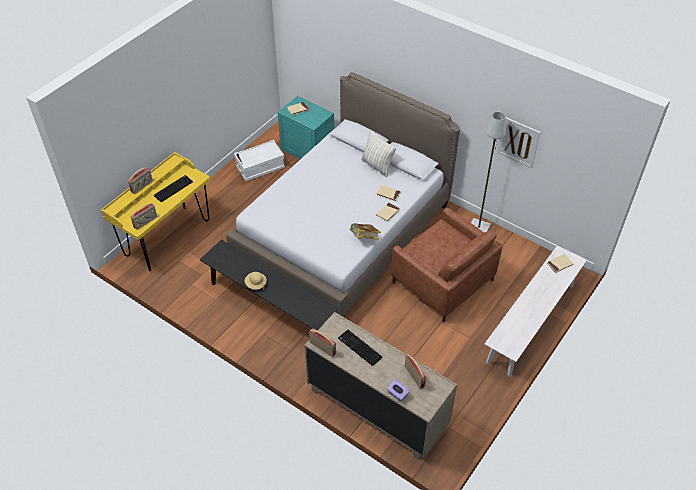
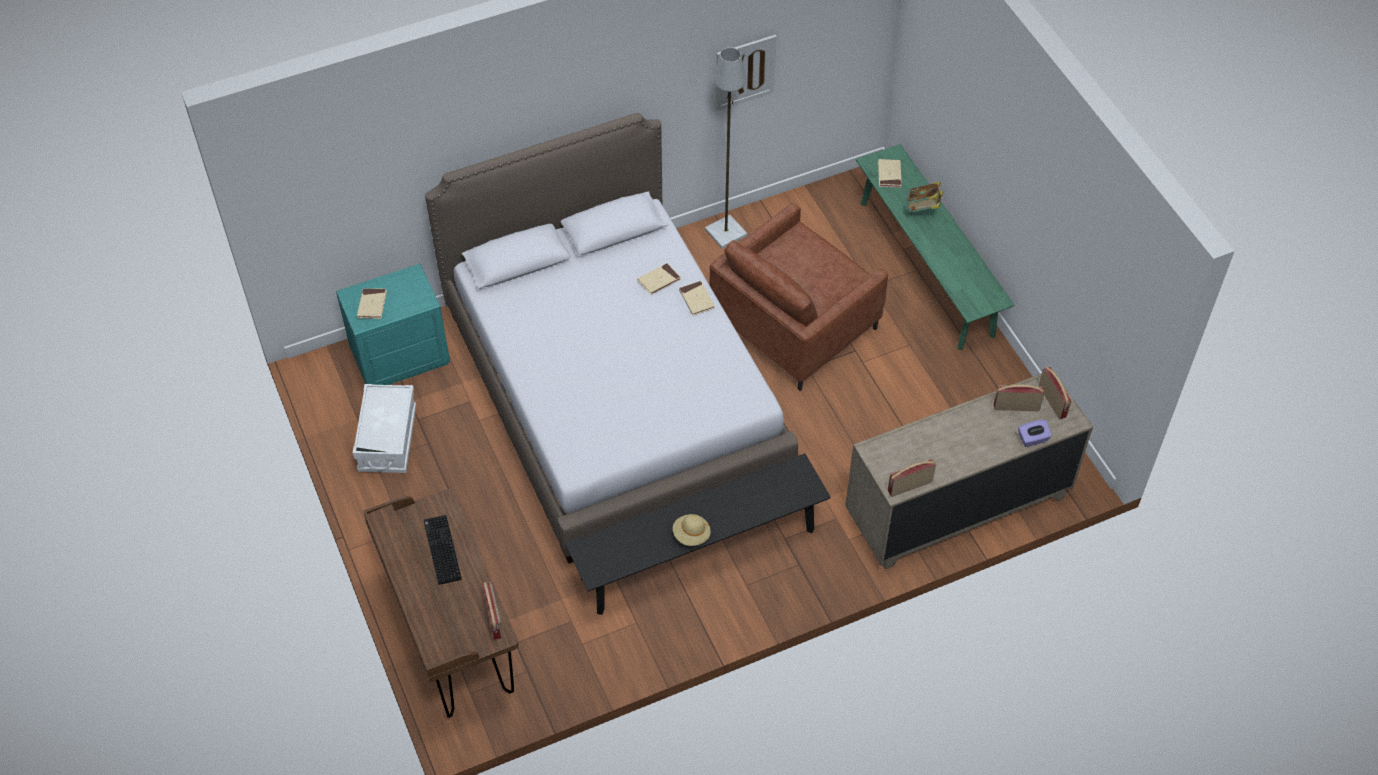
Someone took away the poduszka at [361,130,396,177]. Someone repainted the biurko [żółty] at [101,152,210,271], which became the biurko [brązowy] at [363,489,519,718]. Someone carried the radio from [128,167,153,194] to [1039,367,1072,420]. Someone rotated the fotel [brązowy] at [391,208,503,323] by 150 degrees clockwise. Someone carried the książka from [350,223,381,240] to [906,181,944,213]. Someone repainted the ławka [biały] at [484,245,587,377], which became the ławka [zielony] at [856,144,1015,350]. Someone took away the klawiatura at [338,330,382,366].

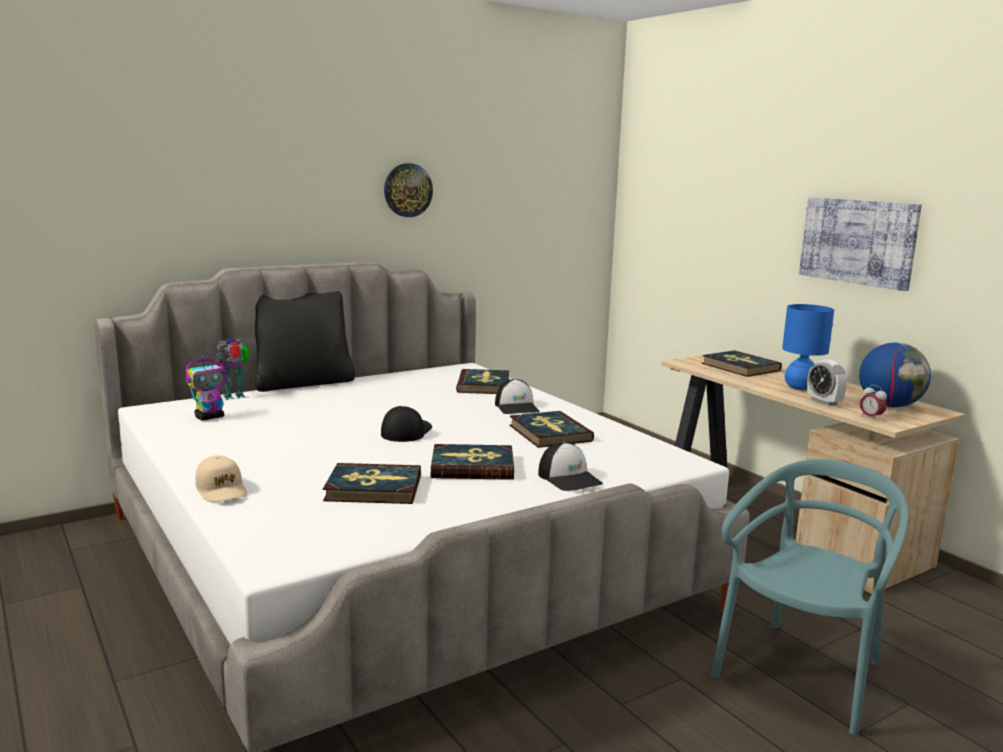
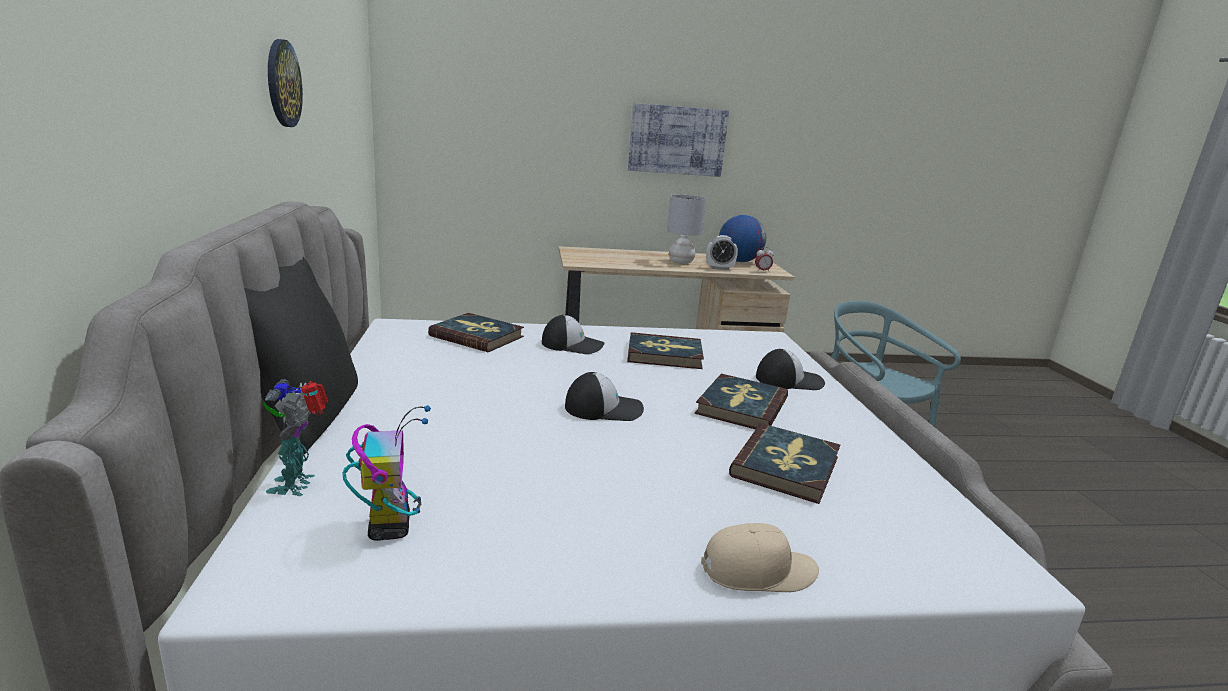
Someone repainted the lampa stołowa [niebieski] at [782,304,834,390], which became the lampa stołowa [szary] at [667,194,706,264]. Someone took away the książka at [702,350,782,377]. Someone rotated the czapka z daszkiem at [381,406,432,442] by 135 degrees clockwise.

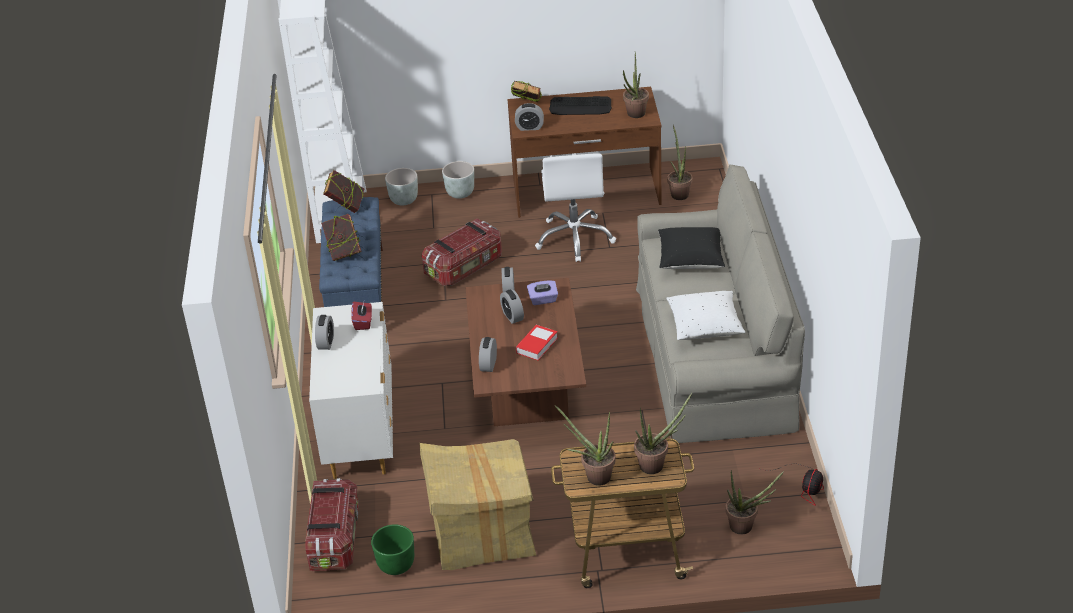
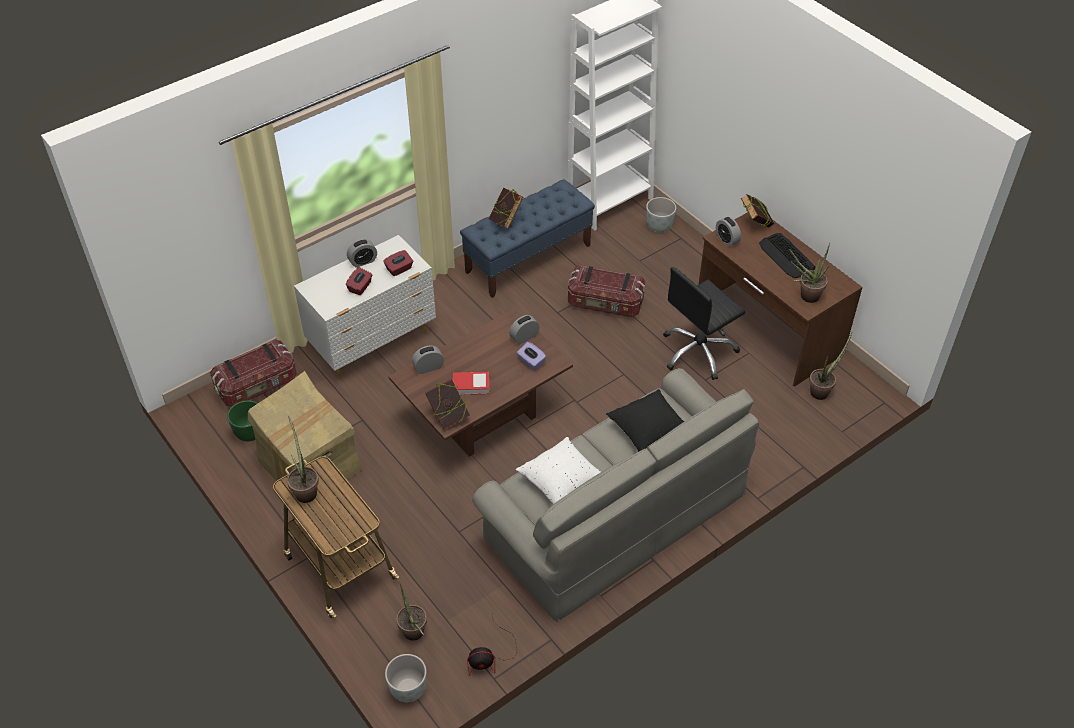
Someone repainted the krzesło biurowe [biały] at [535,154,616,262], which became the krzesło biurowe [czarny] at [663,267,745,380]. Someone carried the donica [szary] from [442,161,474,199] to [385,654,426,702]. Someone carried the książka from [323,170,364,213] to [425,379,470,429]. Someone took away the budzik at [500,290,524,324]. Someone took away the roślina doniczkowa at [634,393,692,474]. Someone put down the pudełko chusteczek [czerwony] at [346,267,372,295].

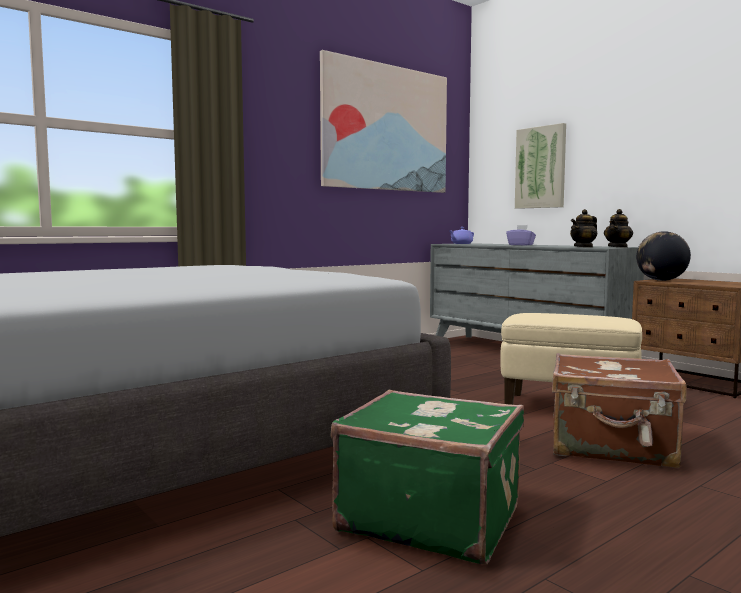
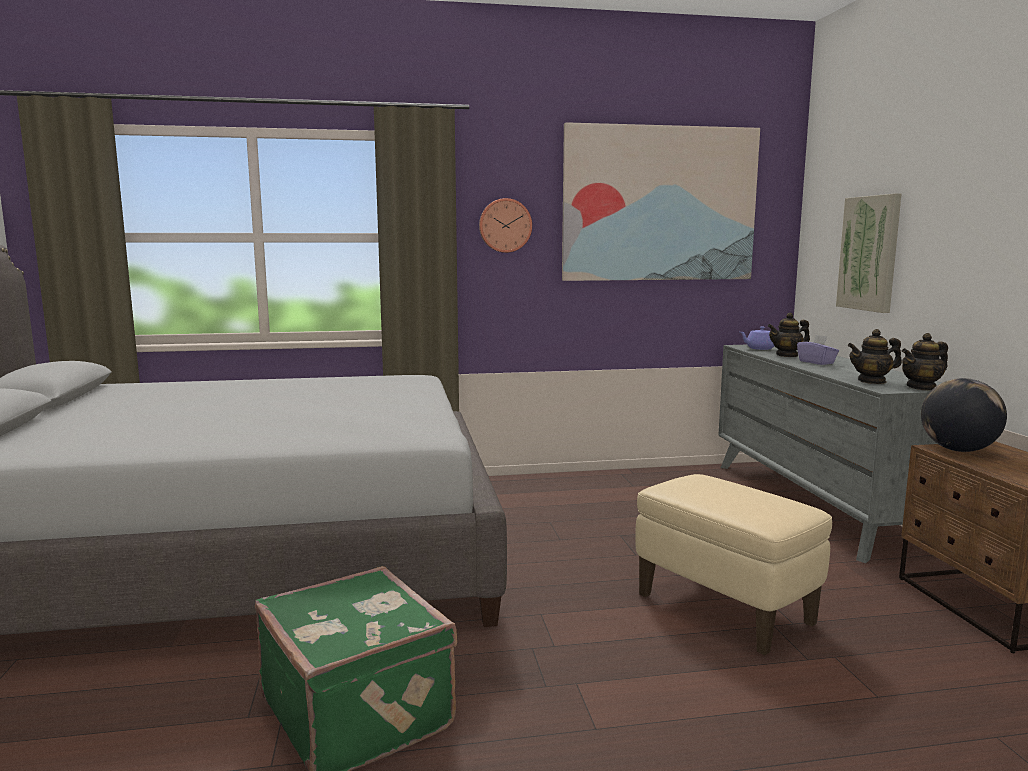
Someone took away the walizka [brązowy] at [552,353,687,468]. Someone put up the zegar ścienny at [479,198,532,253]. Someone put down the imbryk at [768,312,810,357].

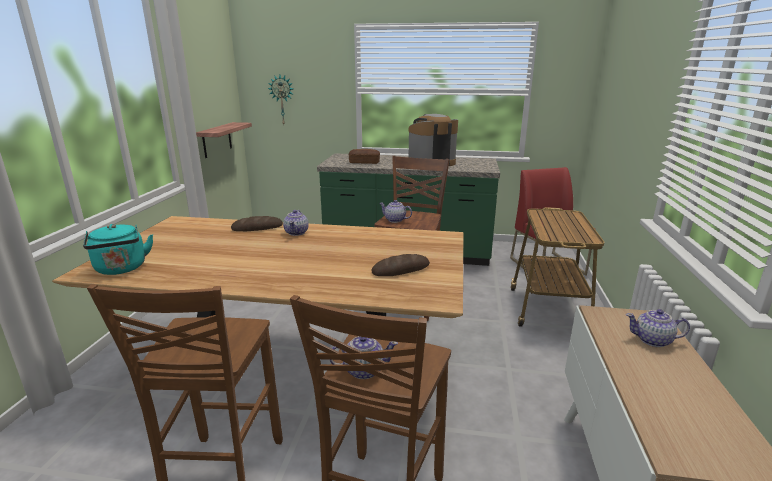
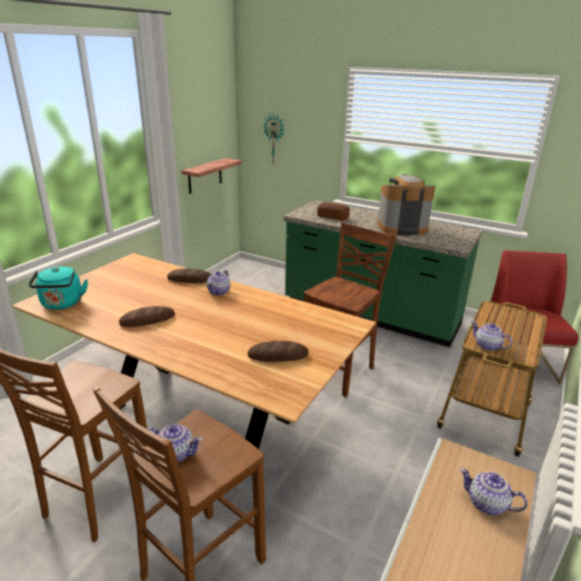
Someone carried the imbryk from [379,200,412,223] to [471,321,513,351]. Someone put down the chleb at [119,306,175,327].

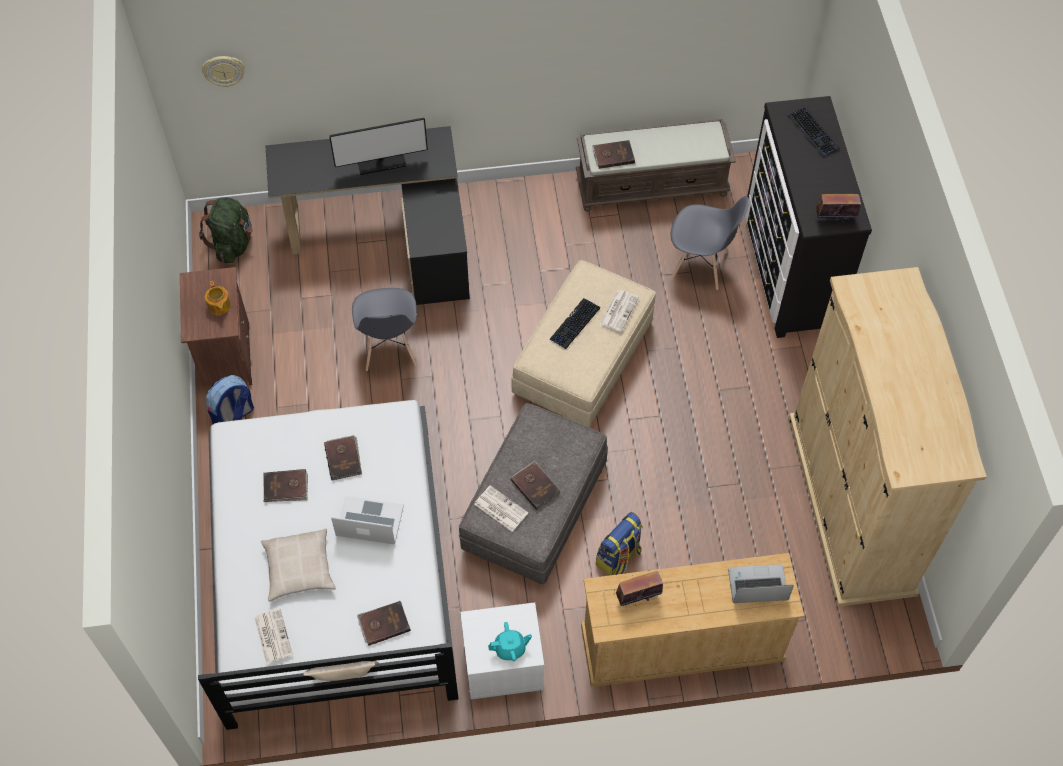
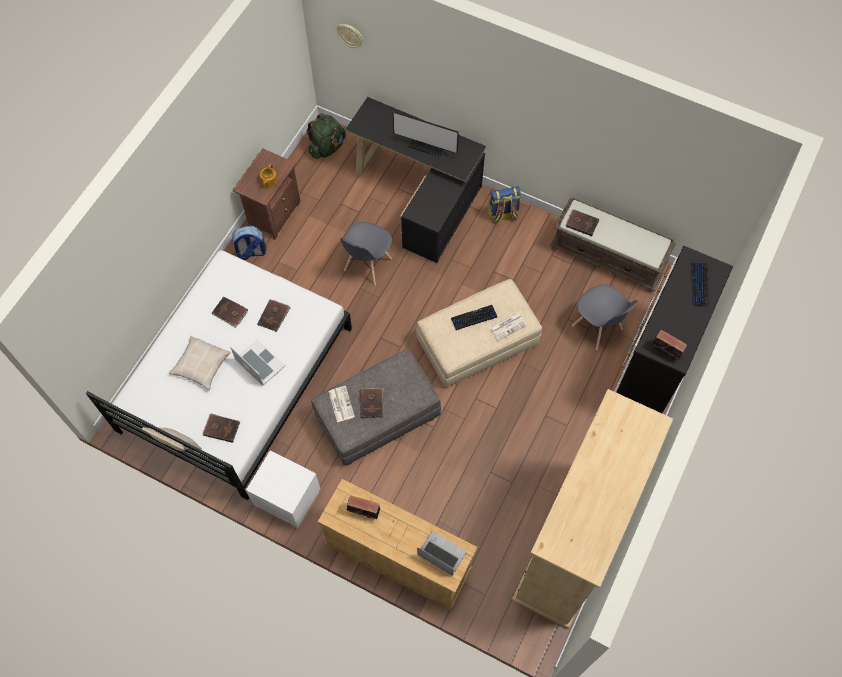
Someone carried the plecak from [596,512,643,575] to [488,186,521,223]. Someone took away the gazeta at [254,608,293,664]. Someone took away the imbryk [turkusowy] at [488,622,532,661].

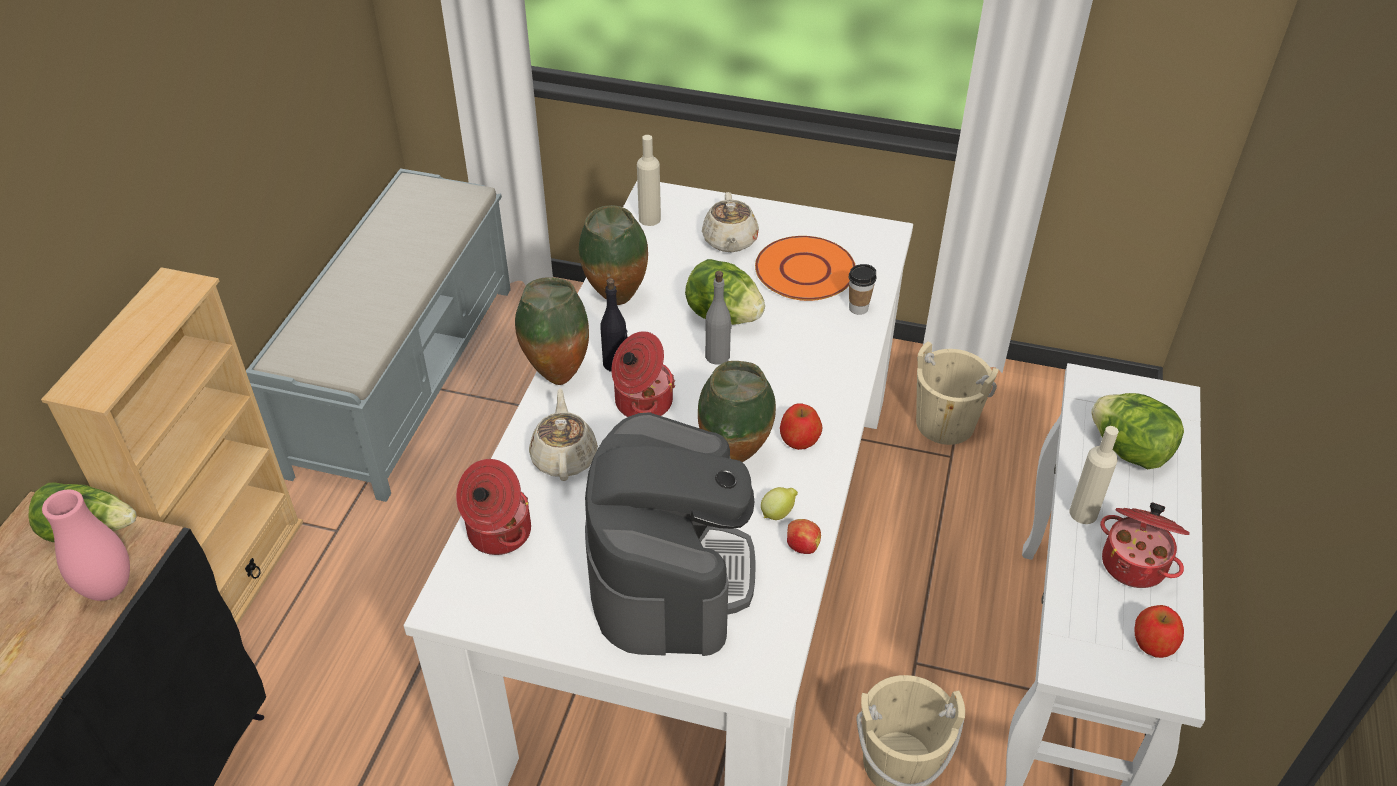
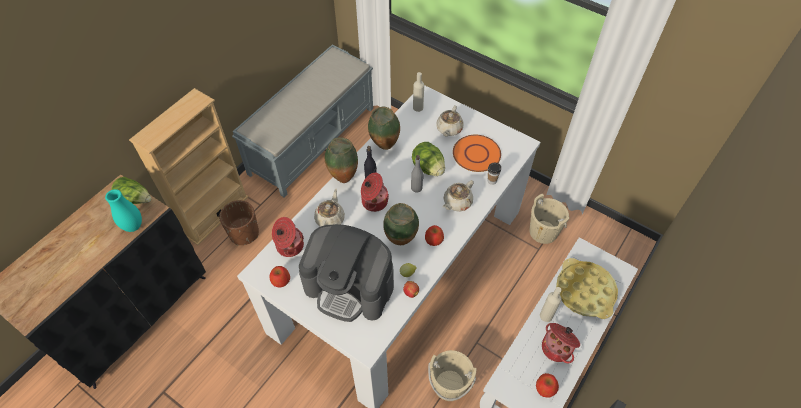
Someone swapped the sałata at [1091,393,1184,469] for the taca [żółty] at [556,258,618,319]. Someone rotated the ekspres do kawy at [585,412,755,656] by 90 degrees clockwise. Someone repainted the wazon [różowy] at [42,489,130,601], which became the wazon [turkusowy] at [105,189,142,232]. Someone put down the imbryk [beżowy] at [442,180,474,212]. Someone put down the donica [brązowy] at [219,200,259,246]. Someone put down the jabłko at [269,266,290,287].

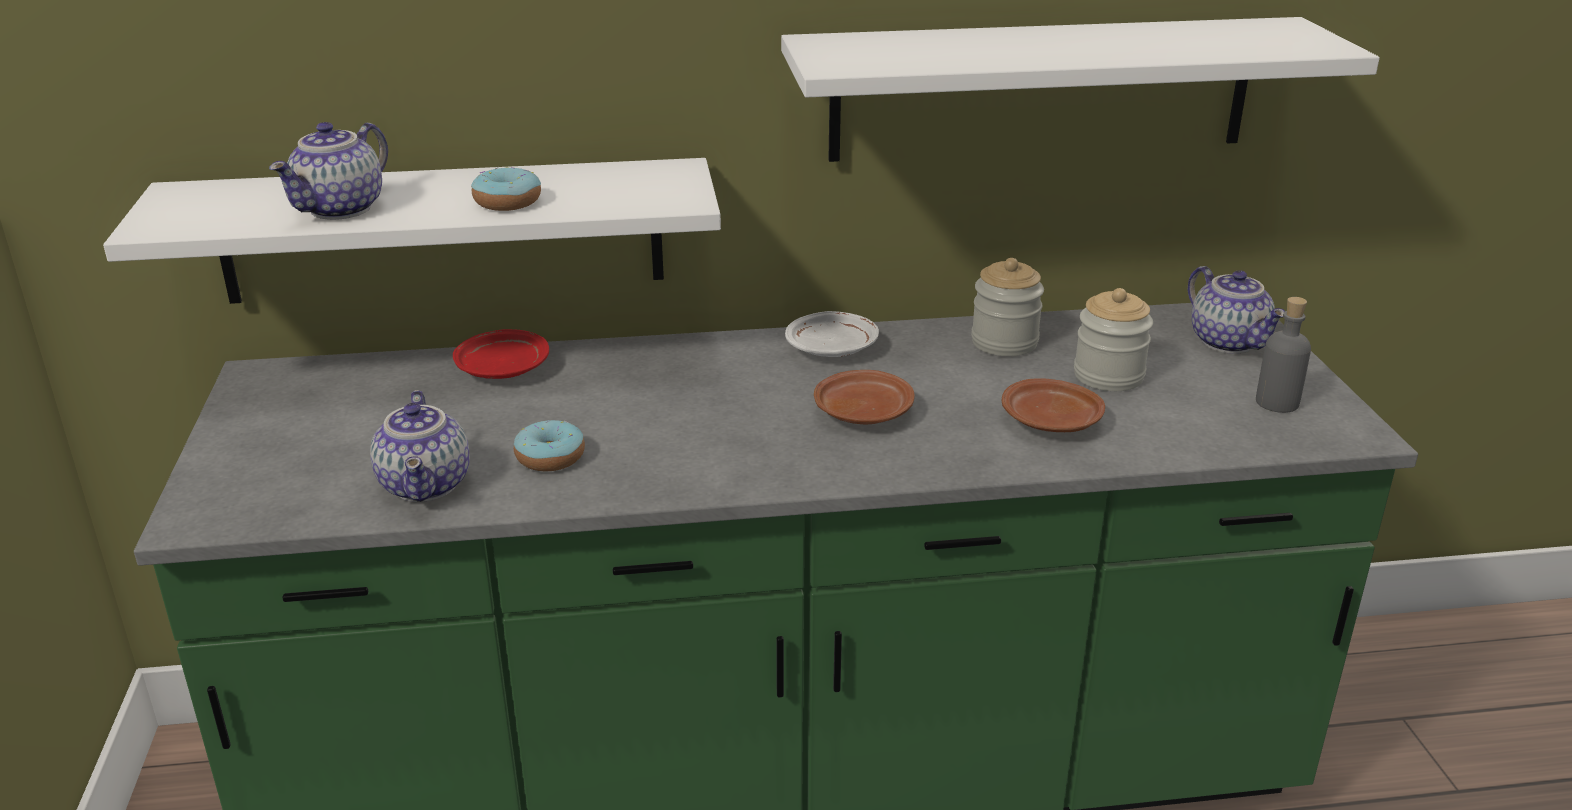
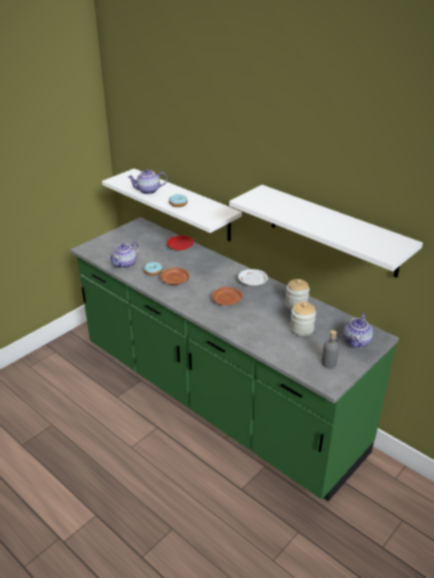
Someone carried the talerz [brązowy] from [1002,378,1105,432] to [160,268,190,285].

